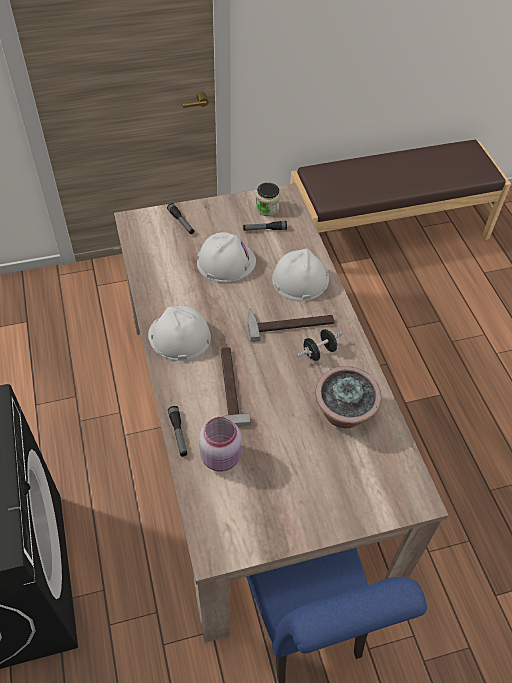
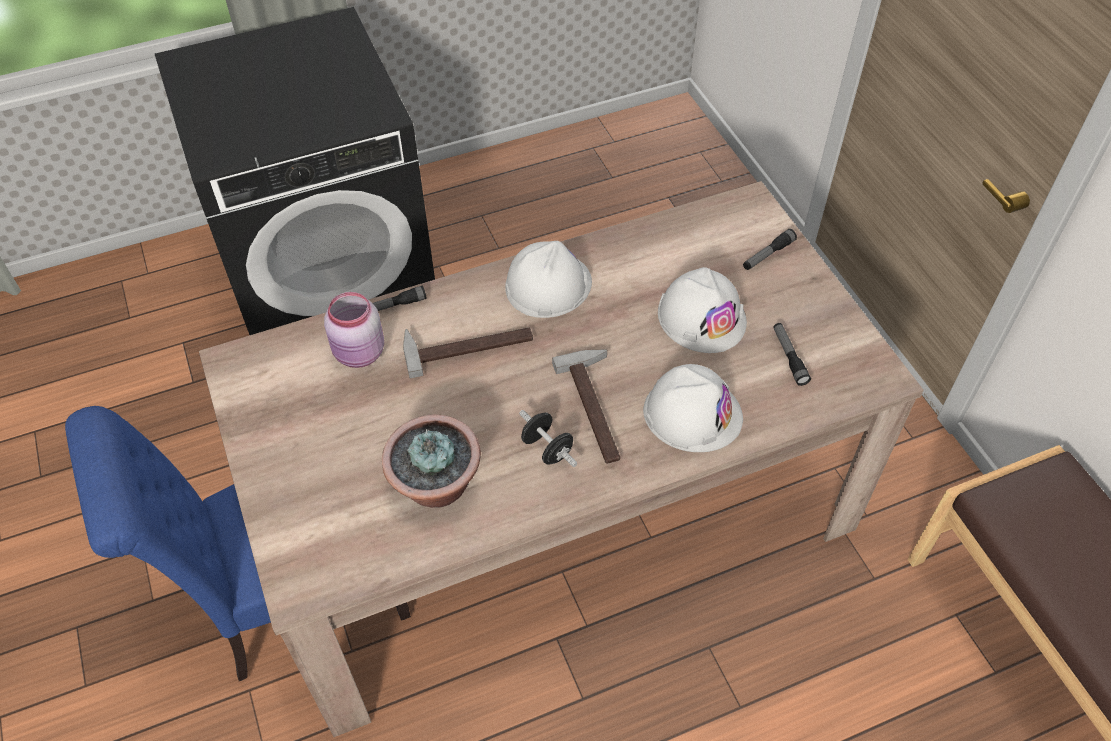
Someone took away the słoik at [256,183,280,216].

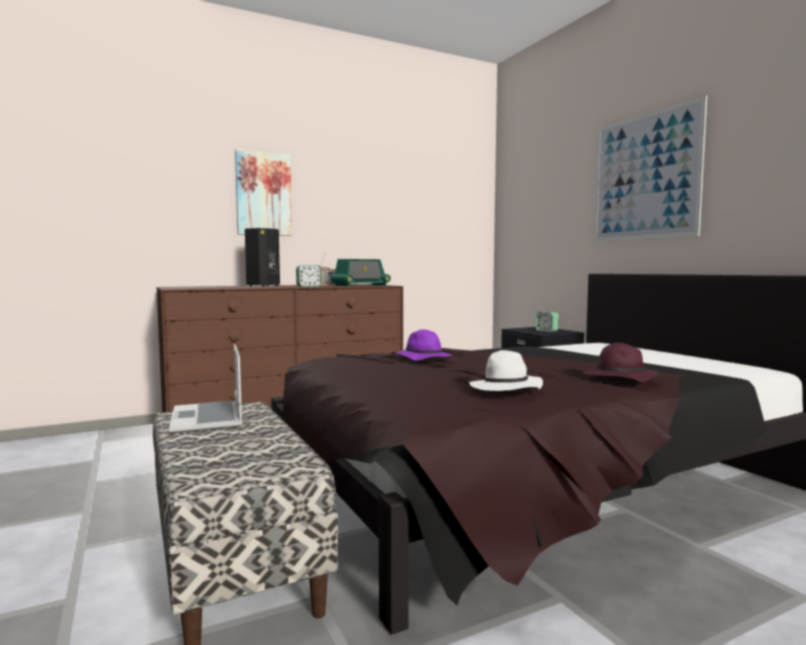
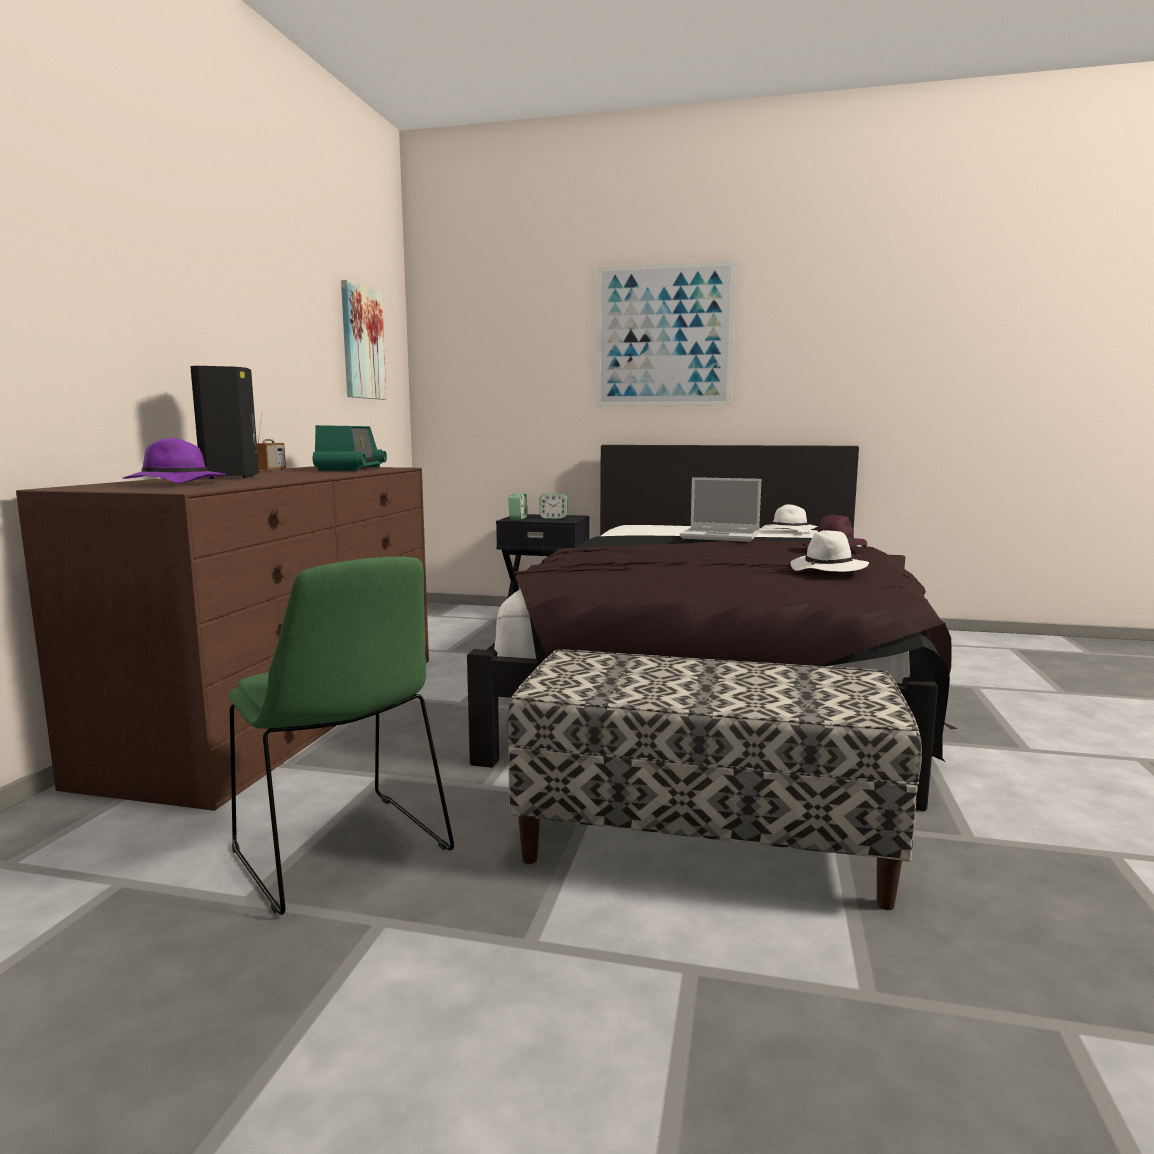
Someone carried the obraz from [235,149,292,236] to [341,280,387,400]. Someone carried the budzik from [296,265,321,287] to [508,493,528,520]. Someone carried the kapelusz [fioletowy] from [396,329,452,361] to [123,438,226,483]. Someone carried the laptop from [169,344,242,433] to [680,477,761,542]. Someone put down the kapelusz [biały] at [762,504,818,533]. Someone put down the krzesło [zielony] at [228,557,454,915].

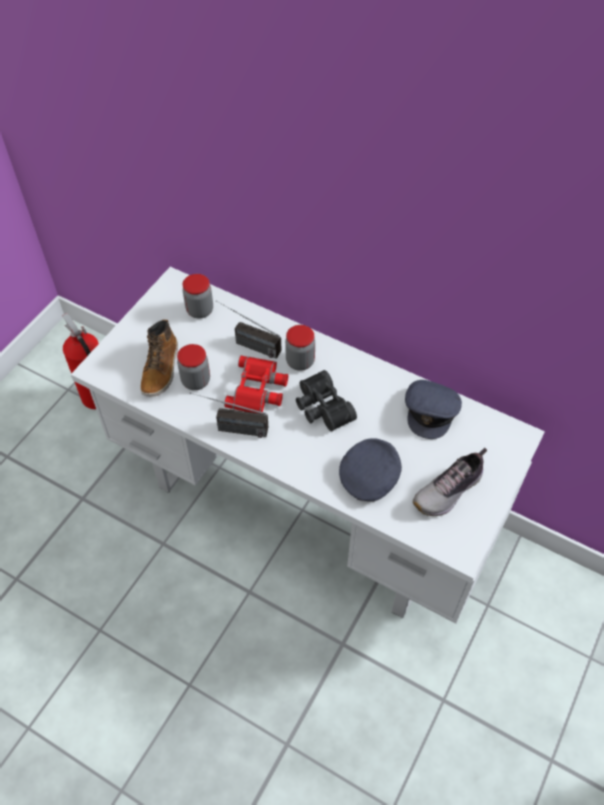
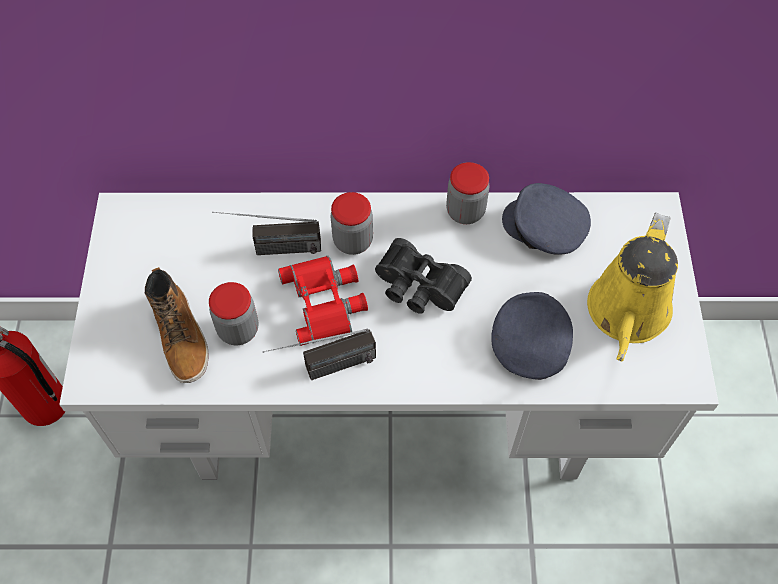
Someone carried the słoik from [182,274,213,319] to [446,162,489,224]. Someone rotated the czapka z daszkiem [szary] at [405,380,462,439] by 135 degrees clockwise. Someone swapped the but at [413,448,487,516] for the konewka [żółty] at [587,213,678,361].

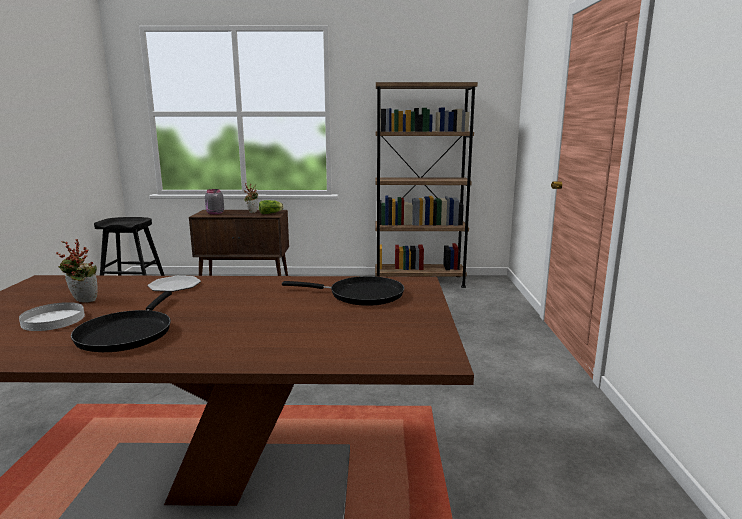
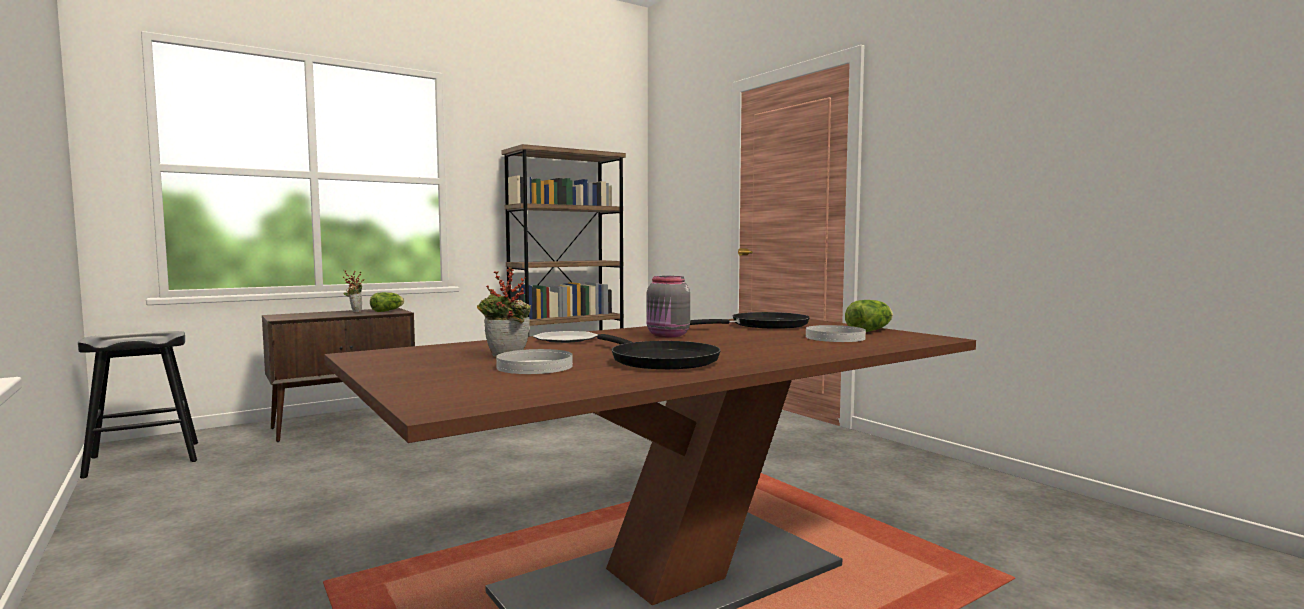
Someone carried the słoik [szary] from [205,189,224,215] to [646,276,690,337]. Someone put down the sałata at [845,300,893,332]. Someone put down the talerz [biały] at [806,325,866,342].

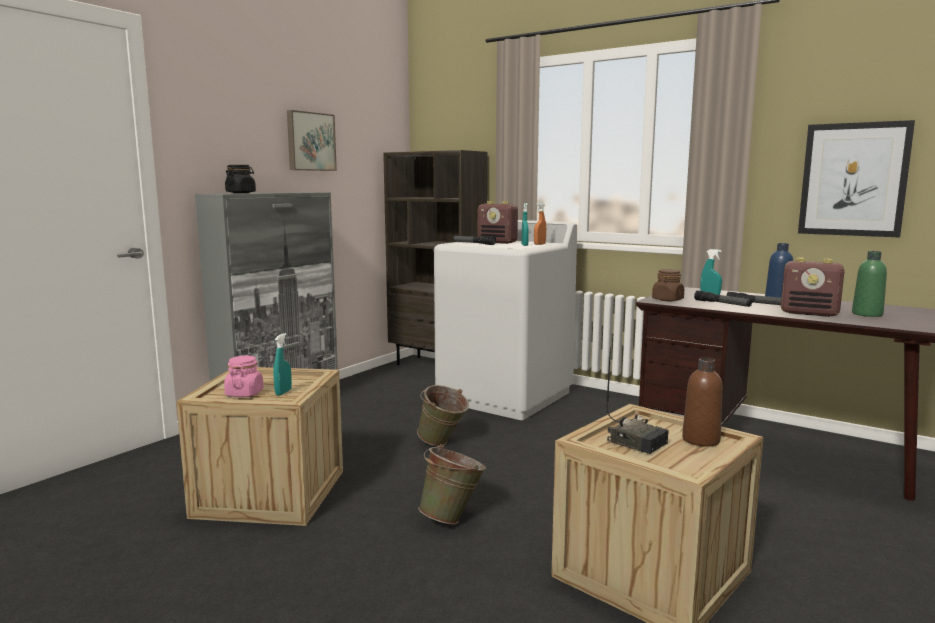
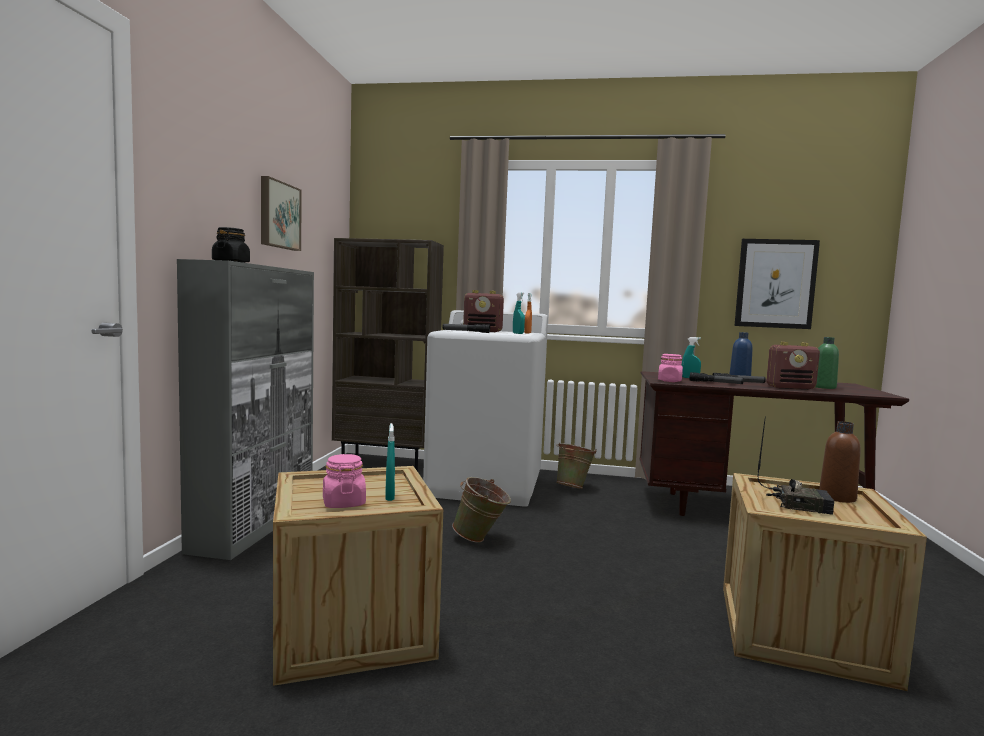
Someone repainted the słoik [brązowy] at [652,269,684,301], which became the słoik [różowy] at [658,354,683,382]. Someone carried the wiadro [zielony] from [418,444,486,524] to [556,443,597,489].

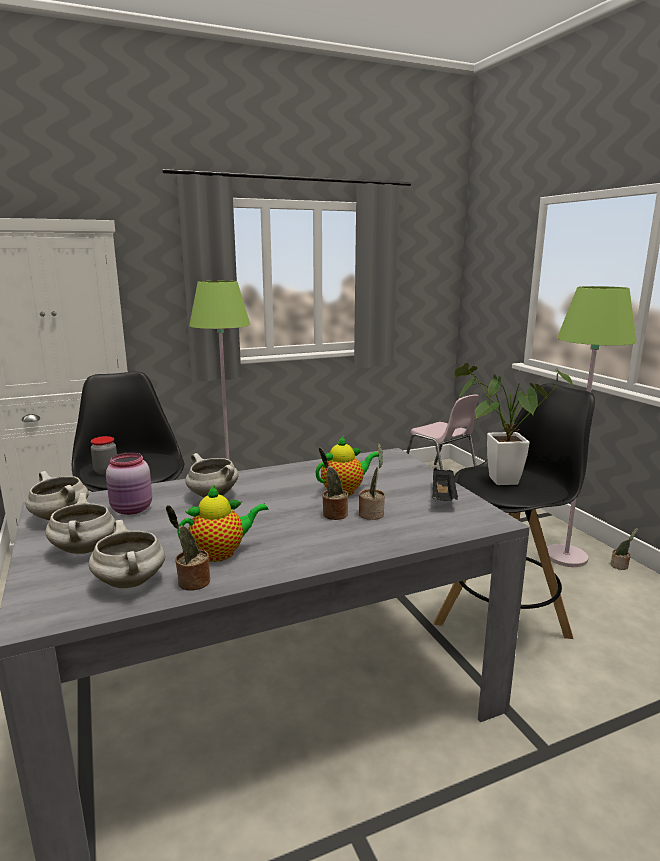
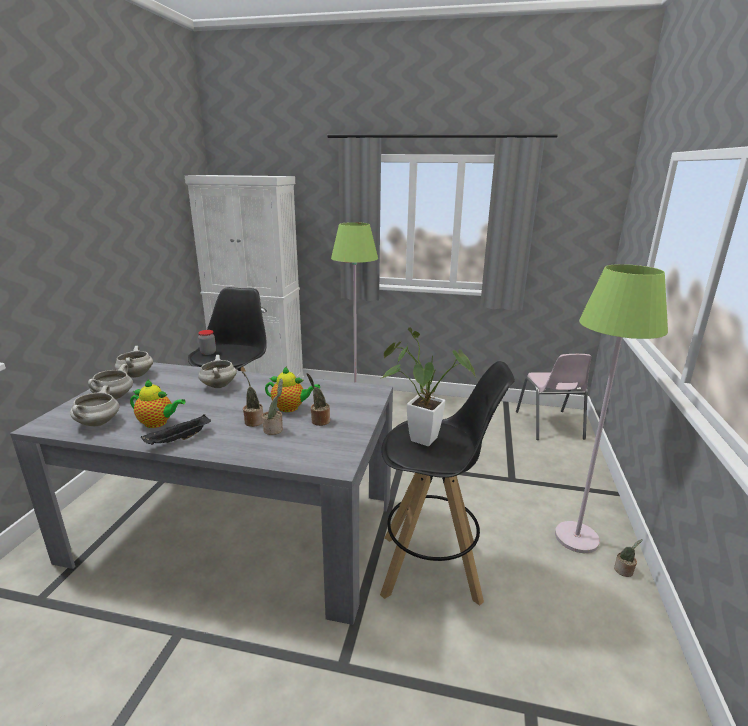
Someone took away the słoik [różowy] at [106,452,152,515]. Someone carried the taca [czarny] from [432,468,458,501] to [141,414,211,445]. Someone carried the roślina doniczkowa from [166,505,210,591] to [307,373,330,426].

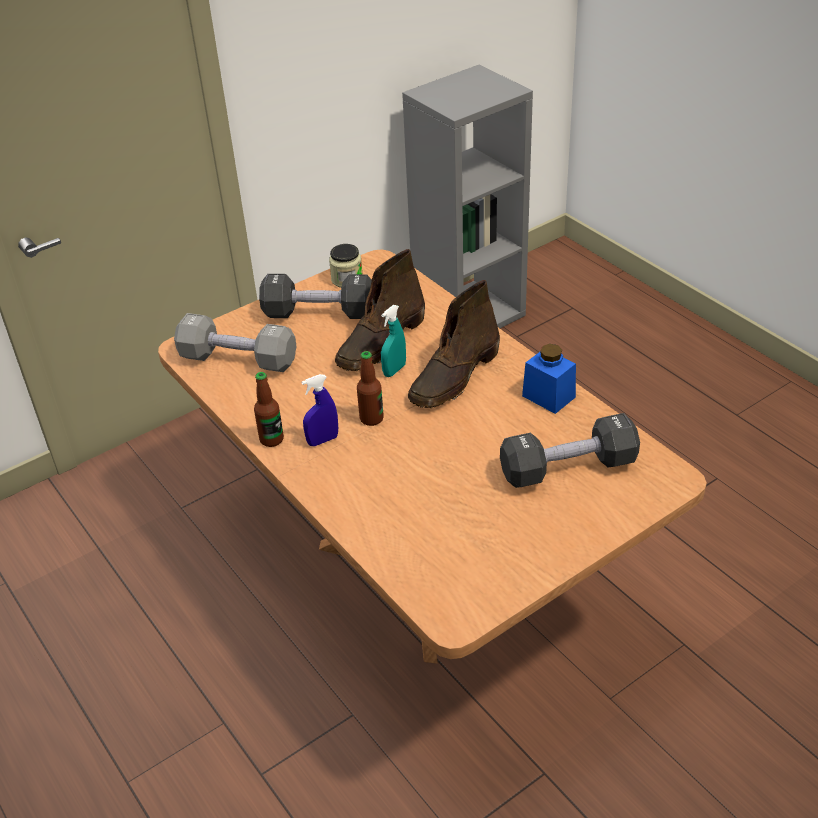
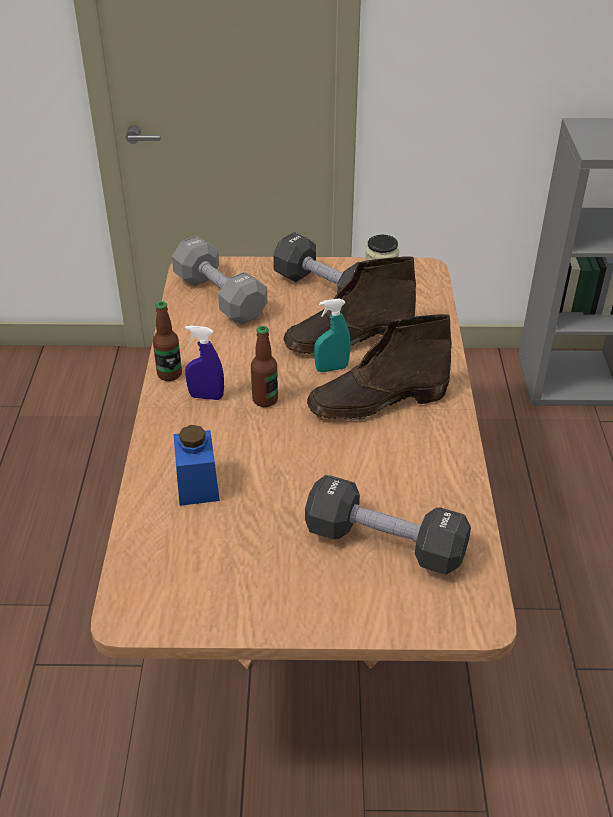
Someone carried the słoik [niebieski] from [522,344,576,414] to [174,425,220,506].

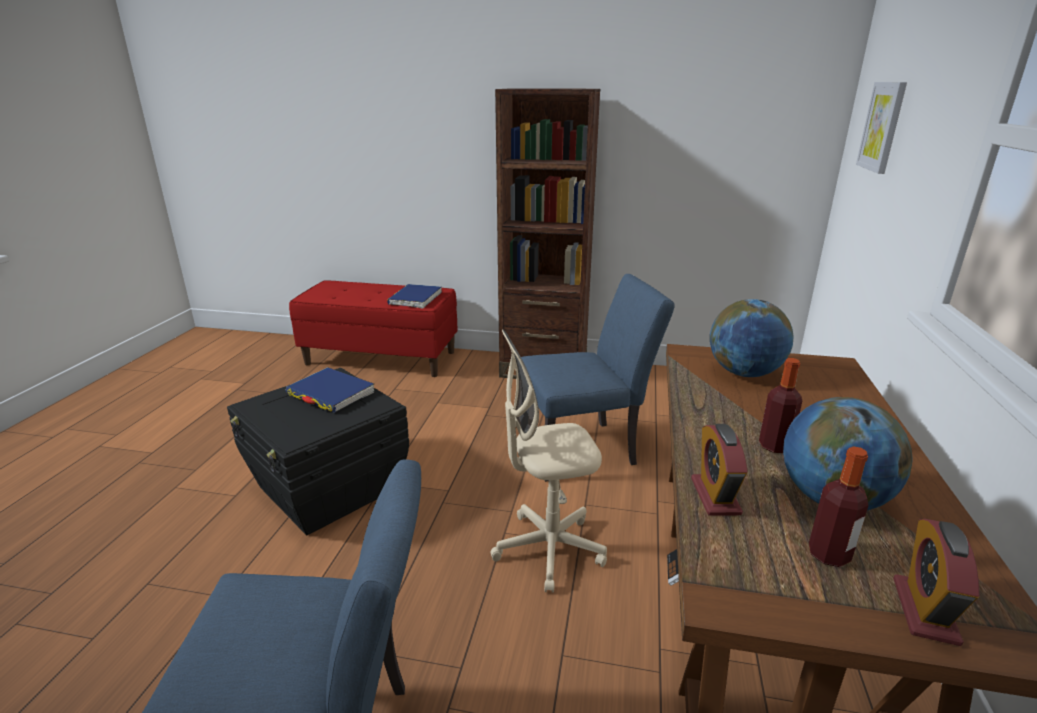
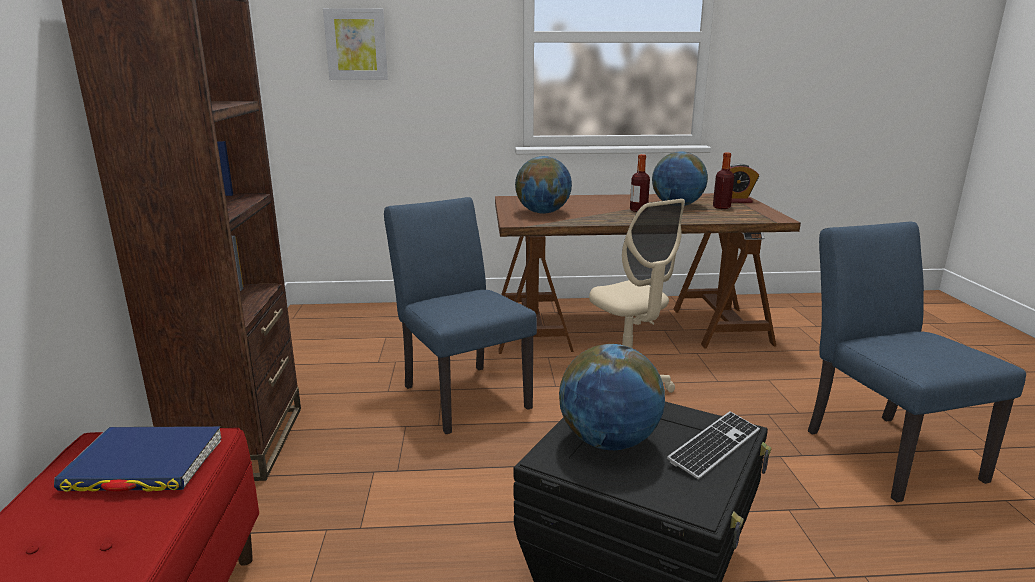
Someone swapped the książka [niebieski] at [286,367,374,413] for the globus at [559,344,665,450]. Someone took away the budzik at [691,424,748,516]. Someone put down the klawiatura at [667,411,760,480].

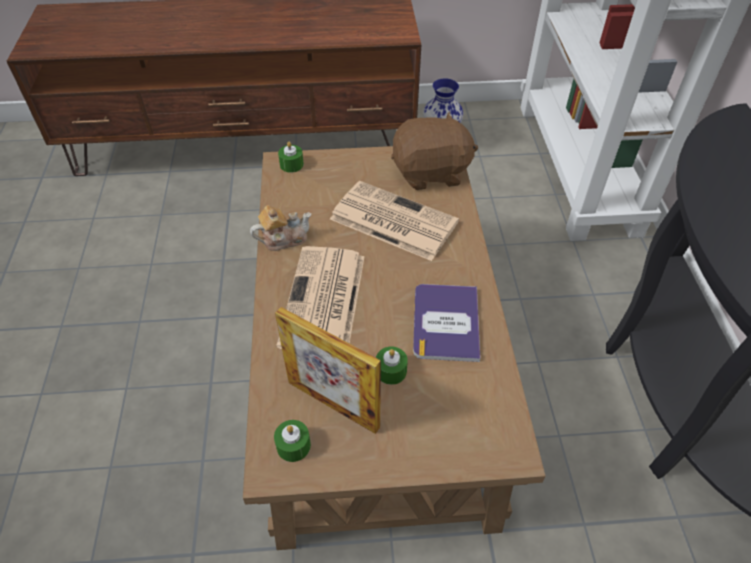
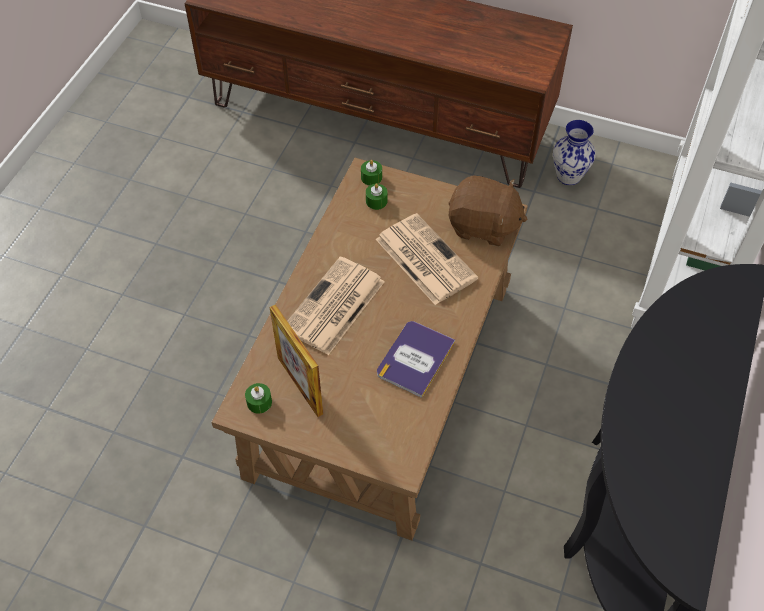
Someone took away the imbryk at [250,205,311,251]. Someone carried the świeca [zielony] from [376,346,408,385] to [366,183,387,210].

